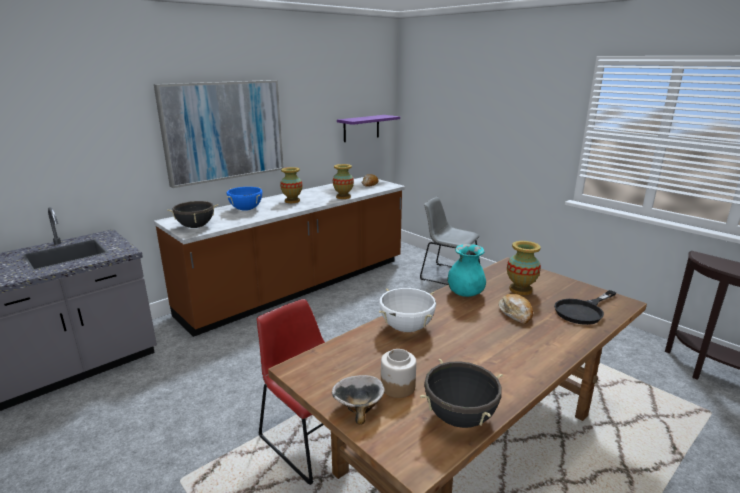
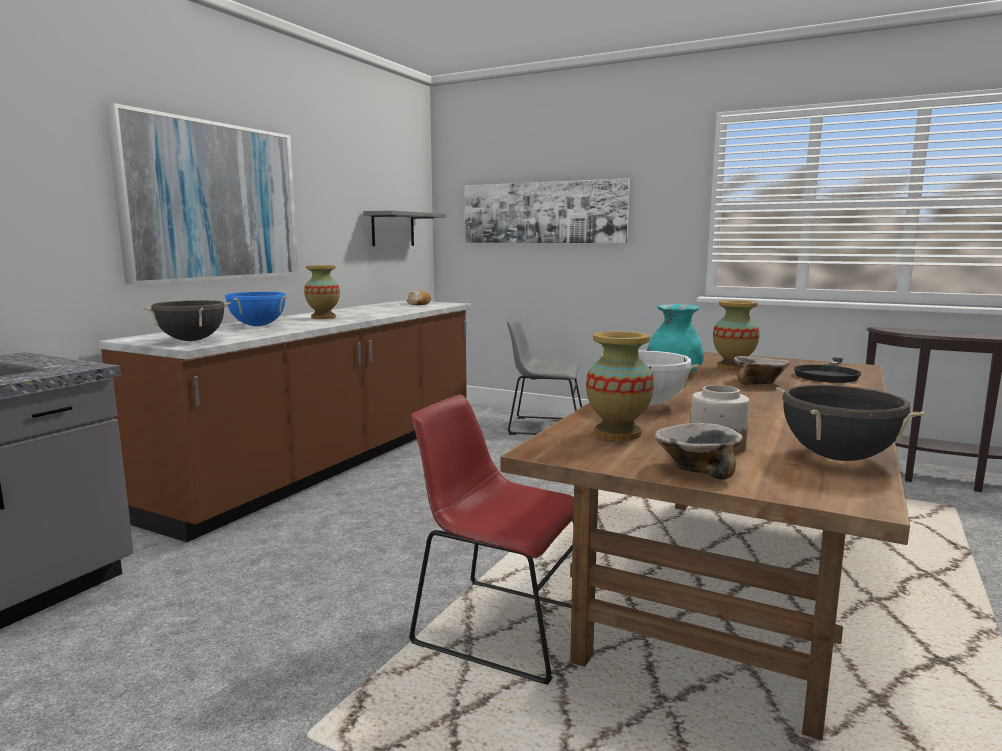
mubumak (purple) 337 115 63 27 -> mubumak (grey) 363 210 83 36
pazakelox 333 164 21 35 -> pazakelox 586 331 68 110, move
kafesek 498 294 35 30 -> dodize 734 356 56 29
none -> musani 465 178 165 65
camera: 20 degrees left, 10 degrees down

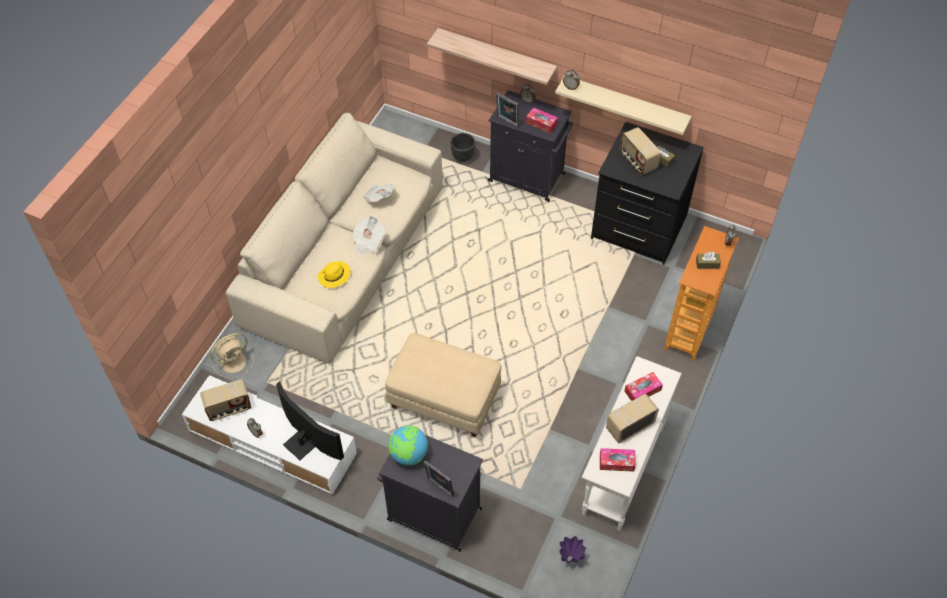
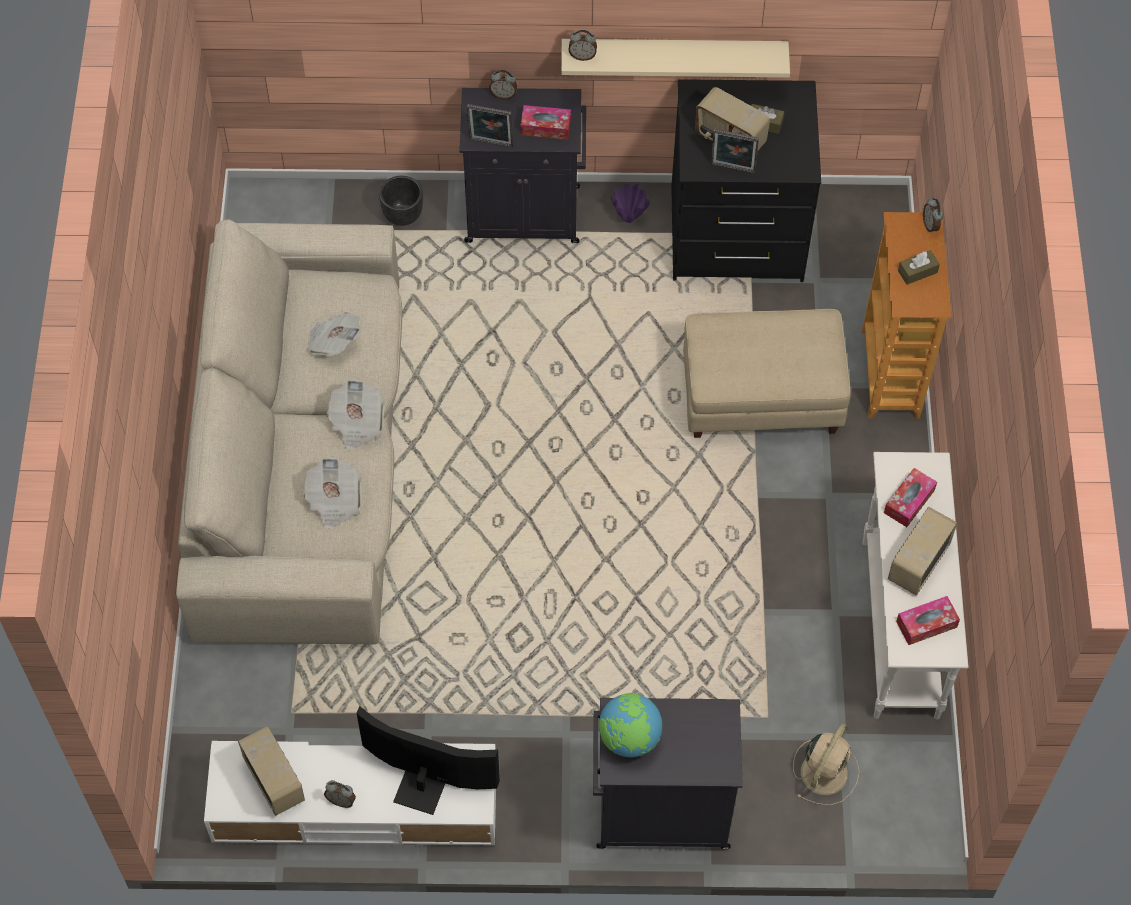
mubumak 427 28 130 57 -> none
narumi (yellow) 318 261 32 27 -> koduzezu 303 456 59 73
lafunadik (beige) 210 333 44 46 -> lafunadik (beige) 793 723 66 83, move
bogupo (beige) 385 333 117 104 -> bogupo (beige) 683 309 168 129, move
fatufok 200 379 51 42 -> fatufok 238 726 67 90, 75 degrees counterclockwise
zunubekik 423 460 31 37 -> zunubekik 711 129 48 44, move
pazakelox (purple) 560 536 26 27 -> pazakelox (purple) 611 183 39 40, move
camera: 25 degrees left, 5 degrees up

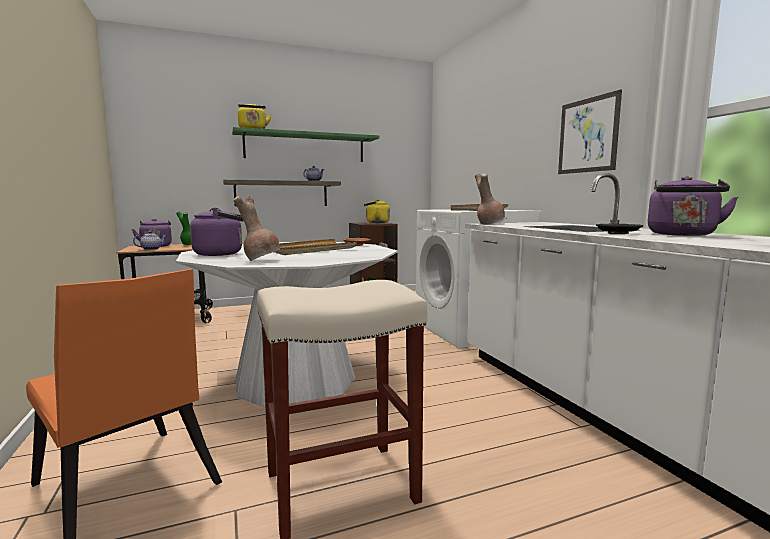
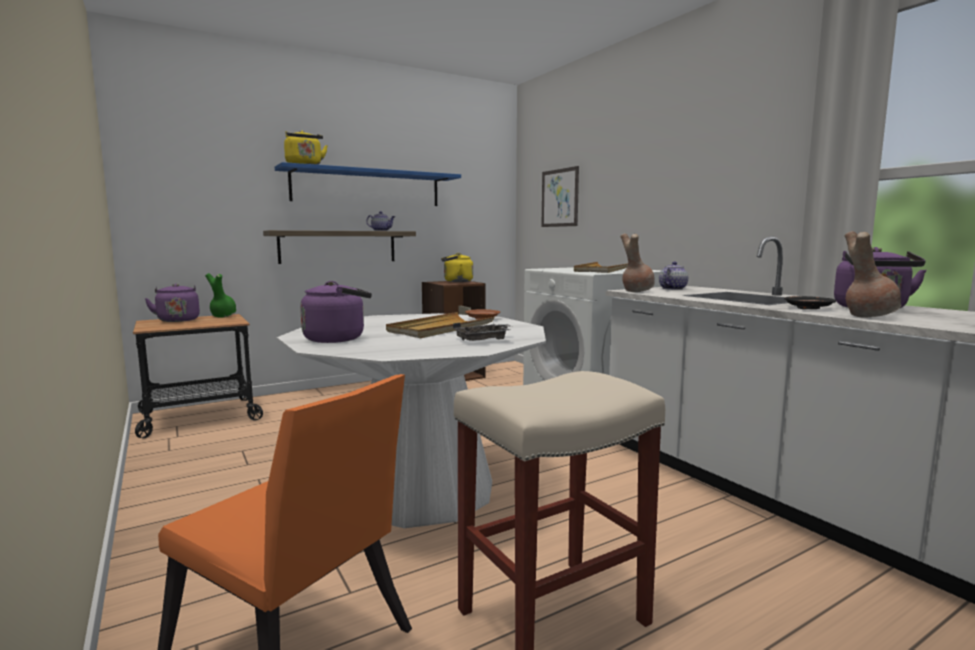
musani 558 89 64 85 -> musani 541 166 38 61, move
mubumak (green) 232 127 147 35 -> mubumak (blue) 275 162 186 44
pazakelox (brown) 233 195 48 66 -> pazakelox (brown) 844 231 58 86, move
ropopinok 133 231 34 19 -> ropopinok 659 262 29 28, move
none -> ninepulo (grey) 453 323 58 18
camera: 10 degrees left, 0 degrees up

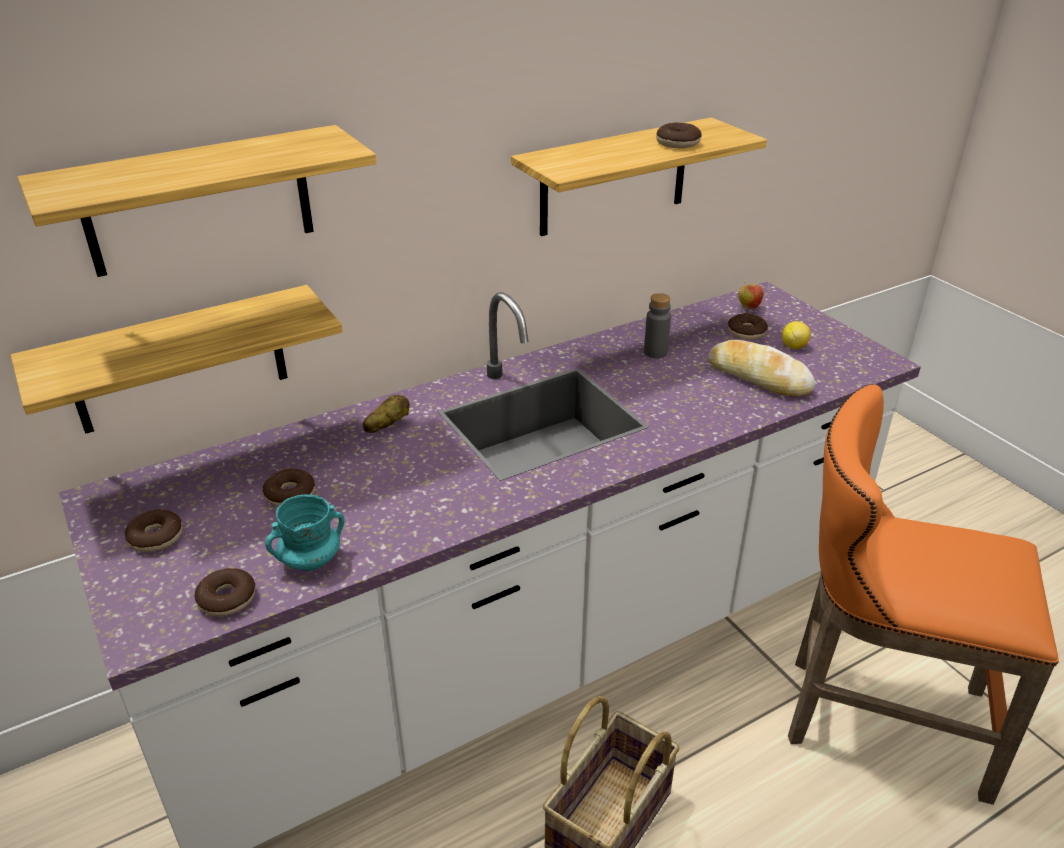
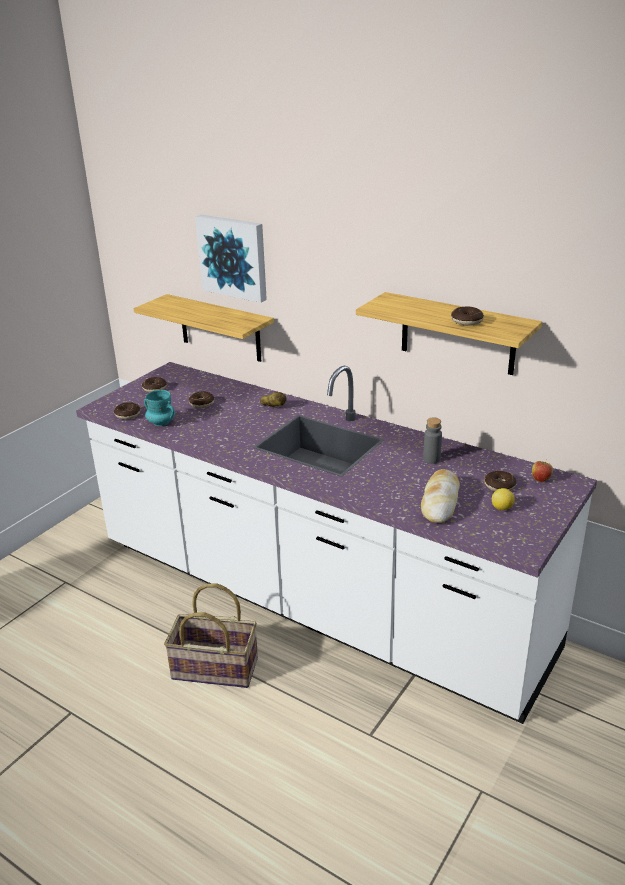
mubumak 18 125 358 152 -> musani 195 215 72 88
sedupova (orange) 788 384 271 421 -> none
camera: 65 degrees right, 5 degrees down

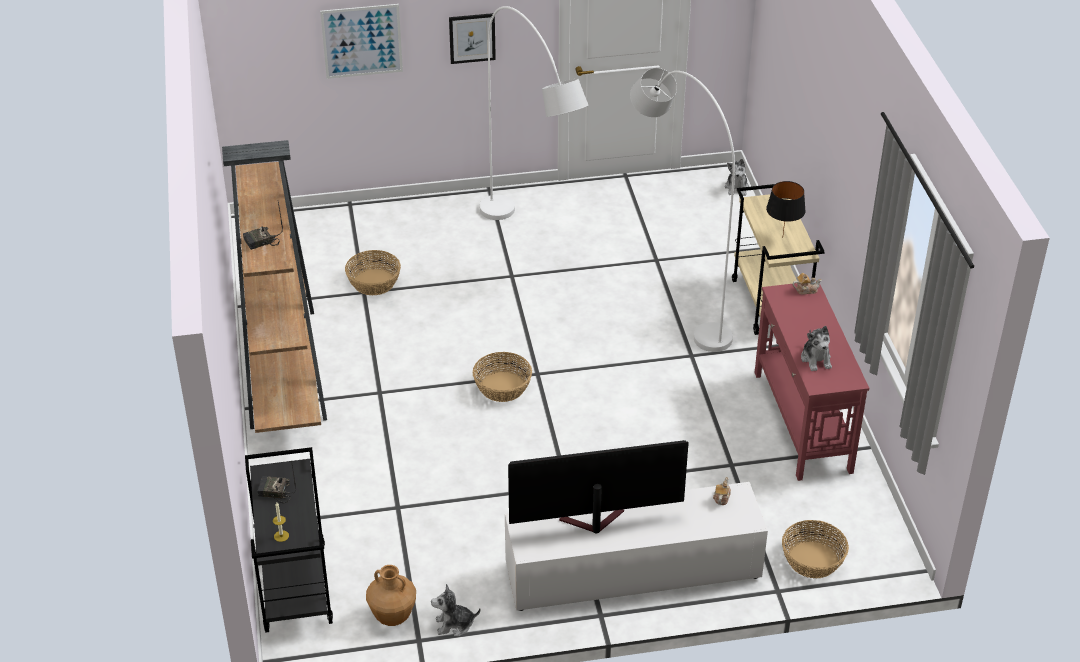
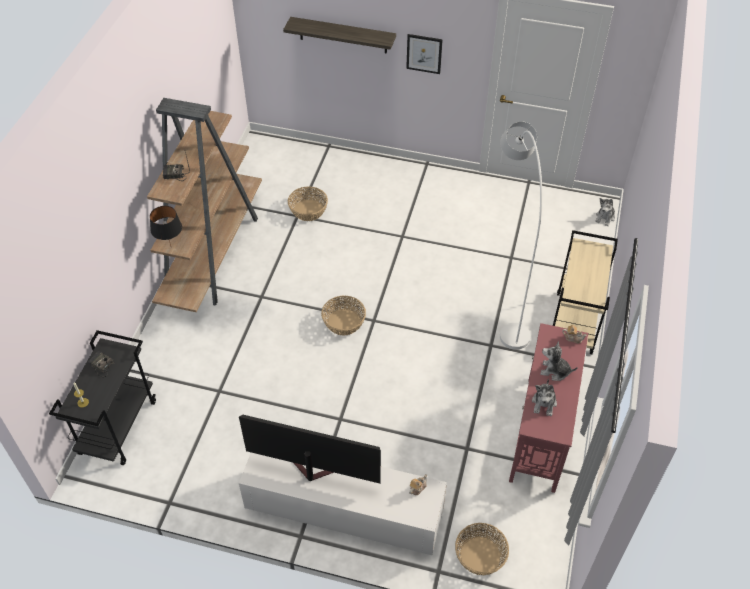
musani 320 4 83 75 -> mubumak 283 17 113 37
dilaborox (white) 480 6 108 214 -> none
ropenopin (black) 766 181 40 53 -> ropenopin (black) 150 206 32 40, move
pazakelox (brown) 366 565 50 61 -> none
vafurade 431 584 50 53 -> vafurade 540 341 38 40, move
camera: 25 degrees right, 10 degrees up

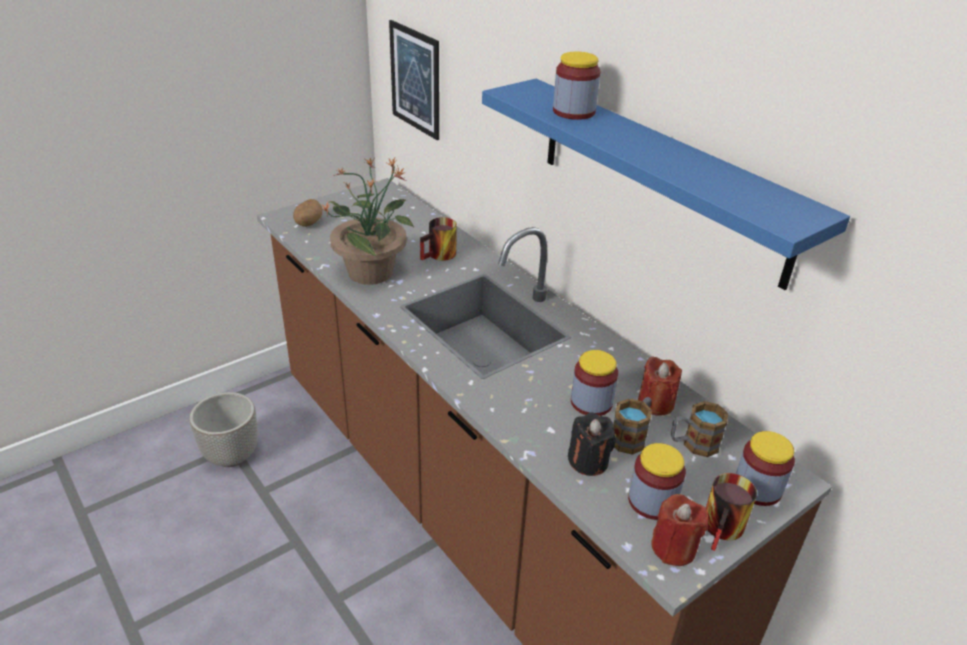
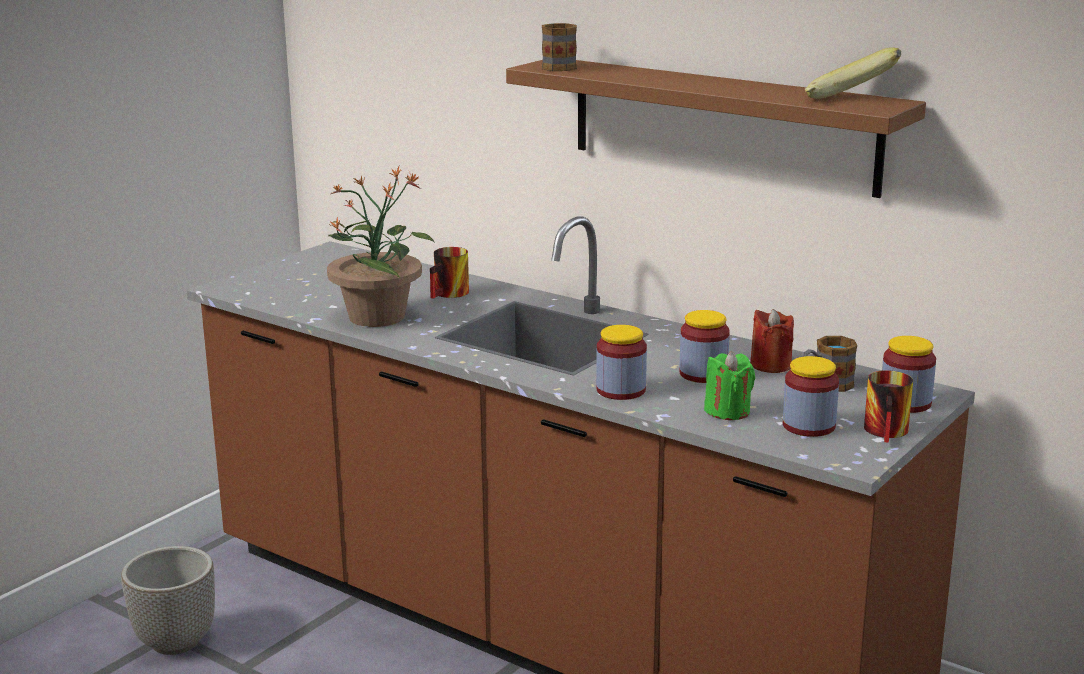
musani 389 20 50 120 -> none
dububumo 553 52 48 68 -> dububumo 596 325 51 75, move
mubumak (blue) 482 79 368 211 -> mubumak (brown) 506 60 420 138
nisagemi 293 199 29 28 -> none
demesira 613 397 39 58 -> demesira 542 23 35 48, move
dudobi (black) 568 412 48 64 -> dudobi (green) 704 352 51 68
dudobi (red) 651 494 57 72 -> none
none -> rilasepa 805 47 96 52
camera: 15 degrees left, 15 degrees down

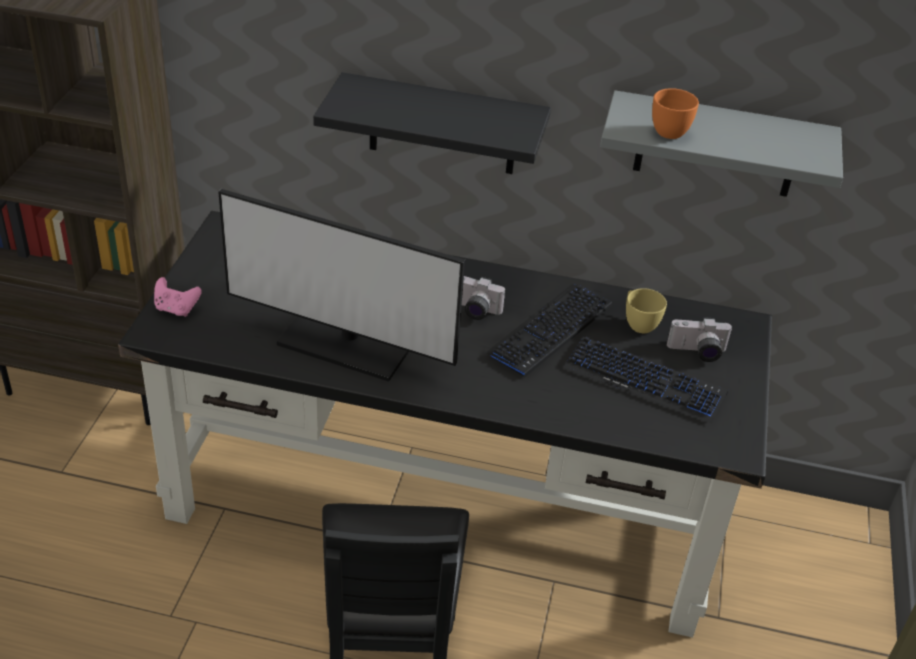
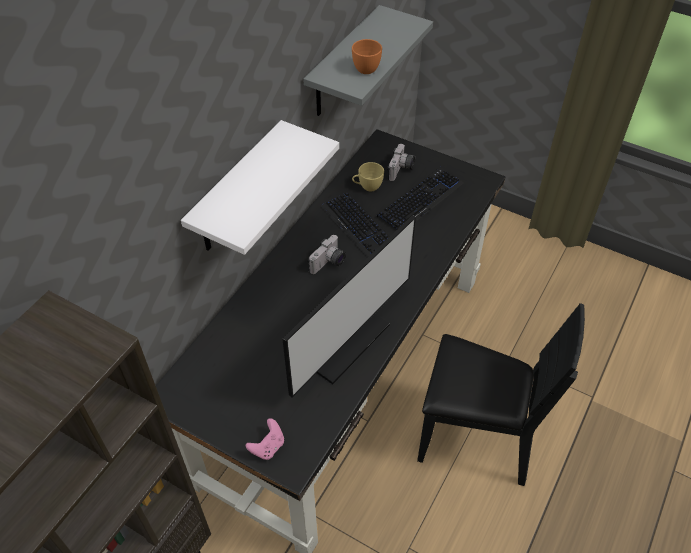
mubumak (black) 313 72 238 102 -> mubumak (white) 181 120 158 135
camera: 70 degrees left, 10 degrees up

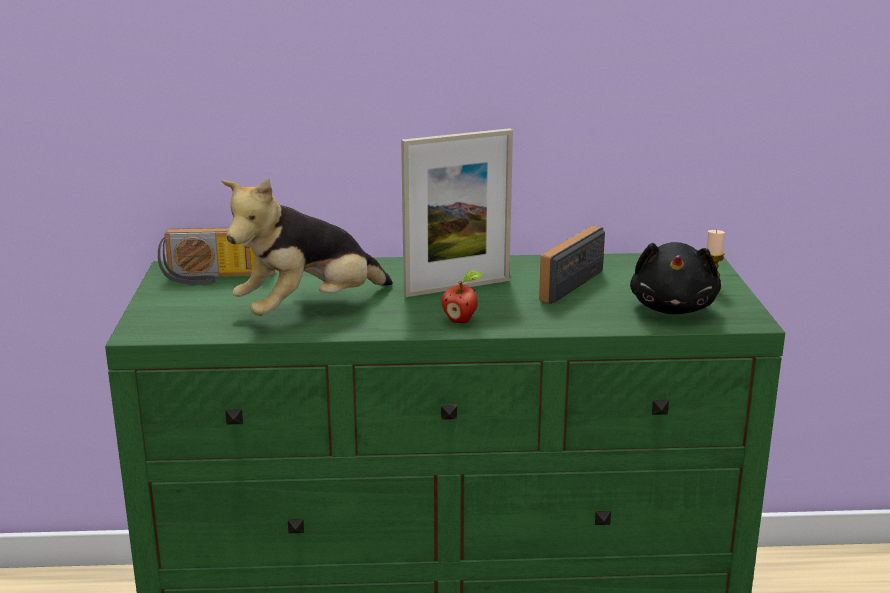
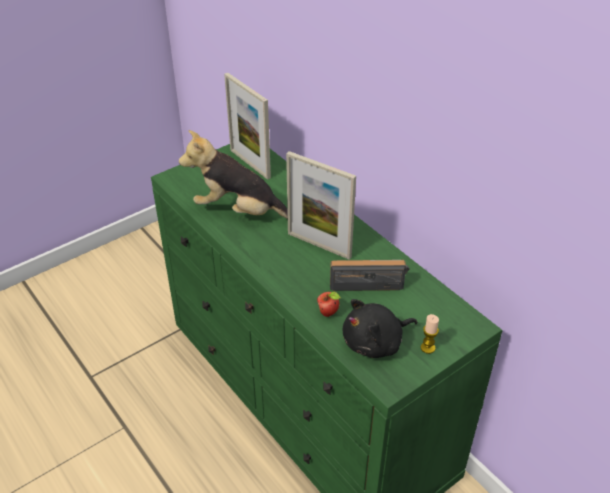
fatufok 158 228 117 57 -> zunubekik 224 73 47 107
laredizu 441 270 42 53 -> laredizu 317 292 24 25, move
camera: 55 degrees right, 20 degrees up

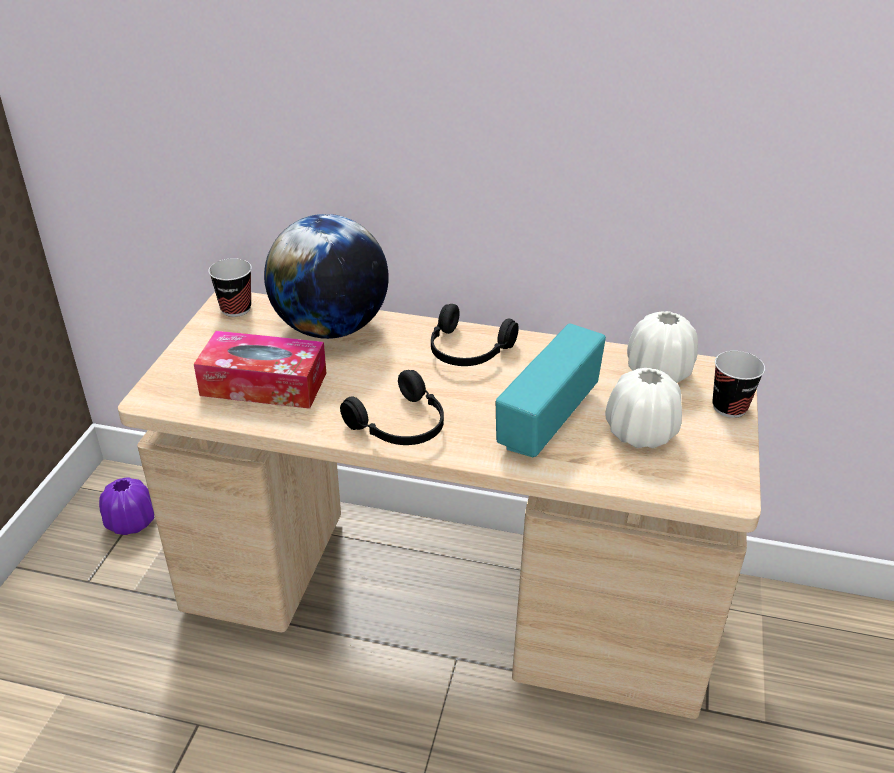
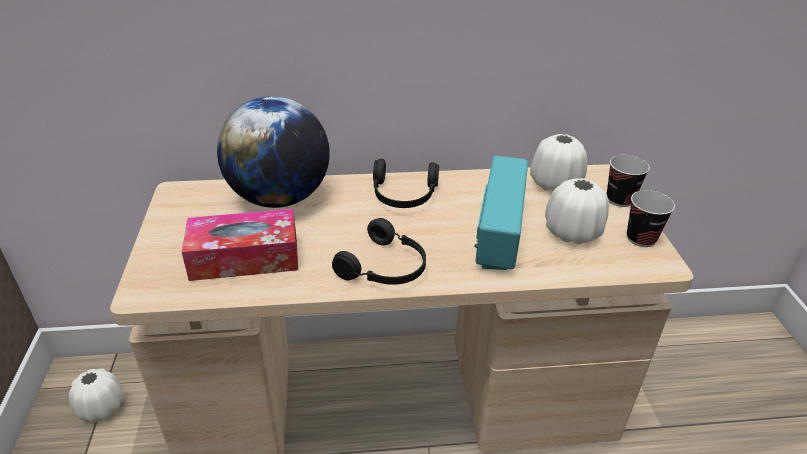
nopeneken 208 258 44 59 -> nopeneken 627 190 48 57, move
pazakelox (purple) 99 478 55 57 -> pazakelox (white) 69 369 55 53
camera: 20 degrees left, 0 degrees up

